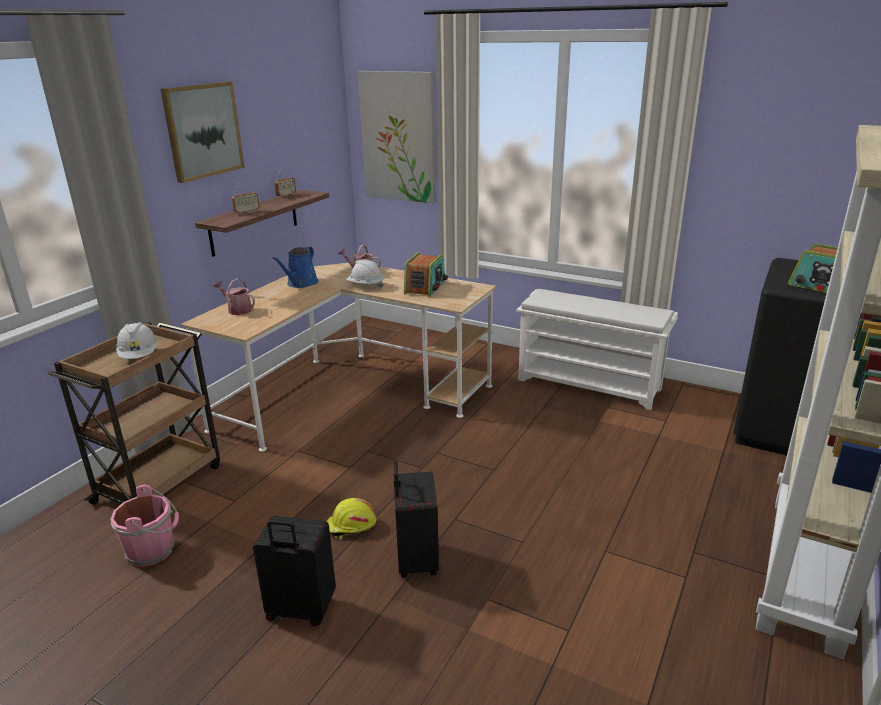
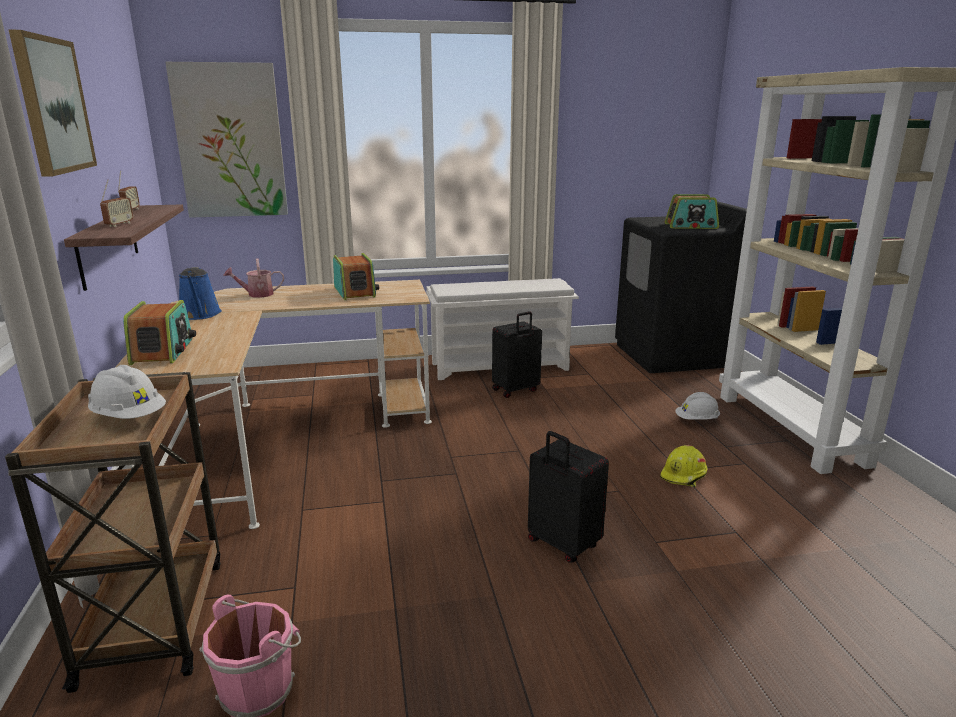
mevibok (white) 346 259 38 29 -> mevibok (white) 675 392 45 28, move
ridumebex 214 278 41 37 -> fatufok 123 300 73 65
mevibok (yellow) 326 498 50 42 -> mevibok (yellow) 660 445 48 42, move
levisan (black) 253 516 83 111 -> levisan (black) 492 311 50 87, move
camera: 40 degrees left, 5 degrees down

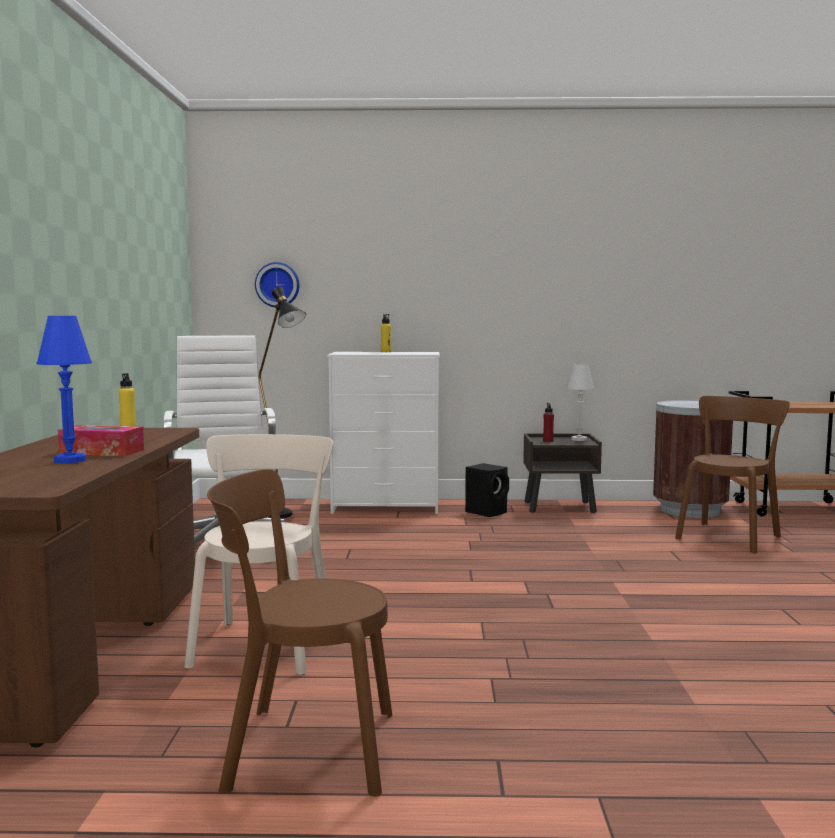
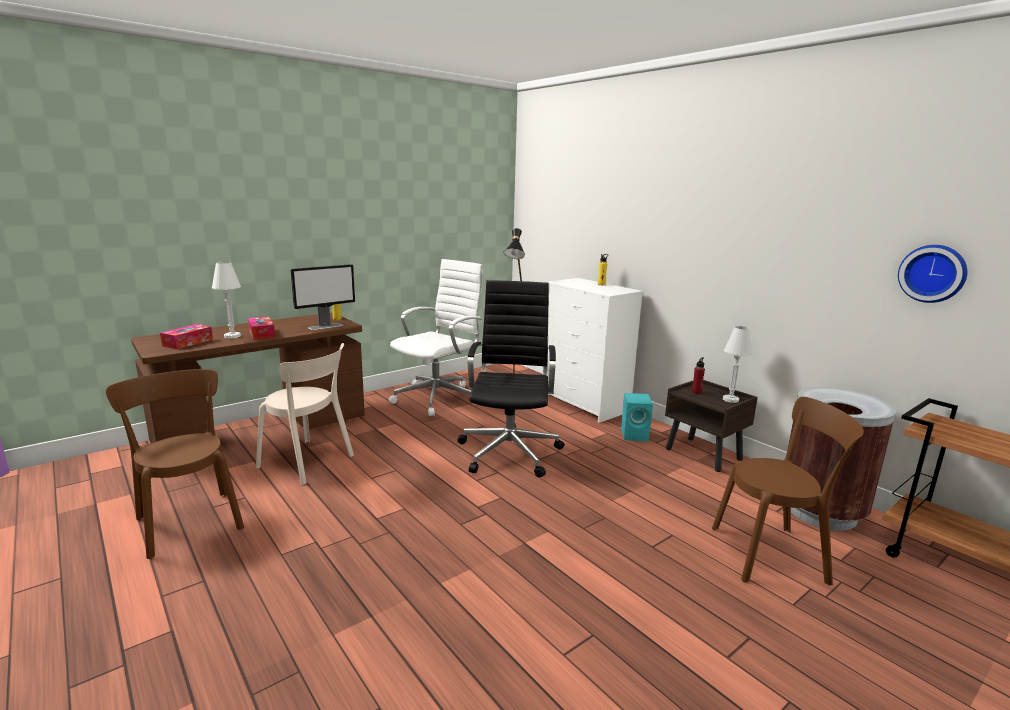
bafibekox 255 262 45 45 -> bafibekox 898 245 69 58, move
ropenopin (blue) 37 316 55 147 -> ropenopin (white) 212 262 29 77
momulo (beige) 185 434 148 241 -> momulo (beige) 256 343 98 142, 60 degrees clockwise
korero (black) 465 463 44 54 -> korero (turquoise) 621 393 32 48
none -> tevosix 291 264 64 66
none -> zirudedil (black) 457 280 107 197
none -> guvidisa 160 324 53 25
camera: 50 degrees right, 10 degrees up

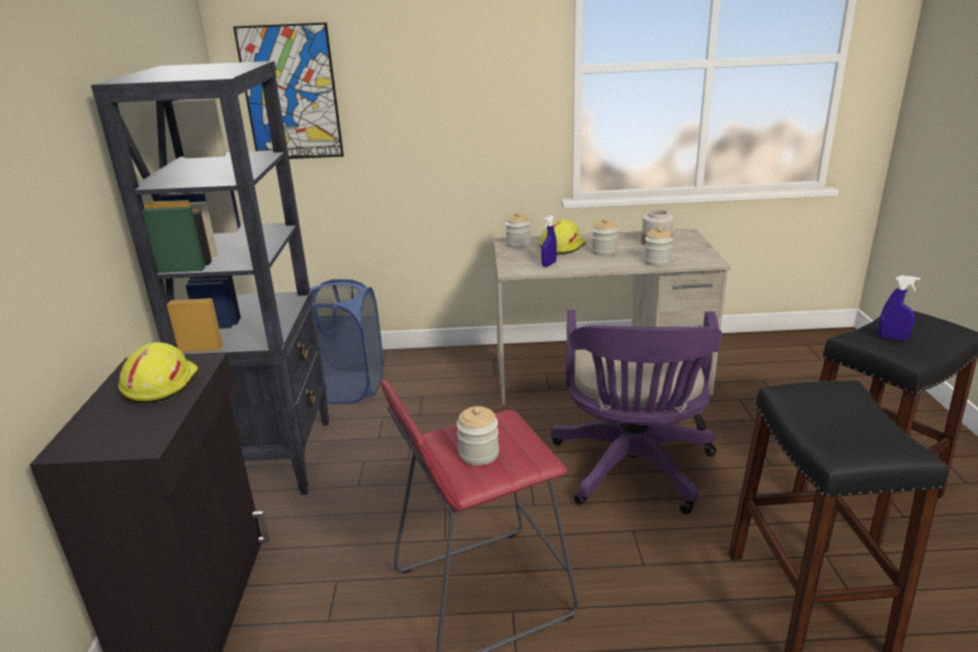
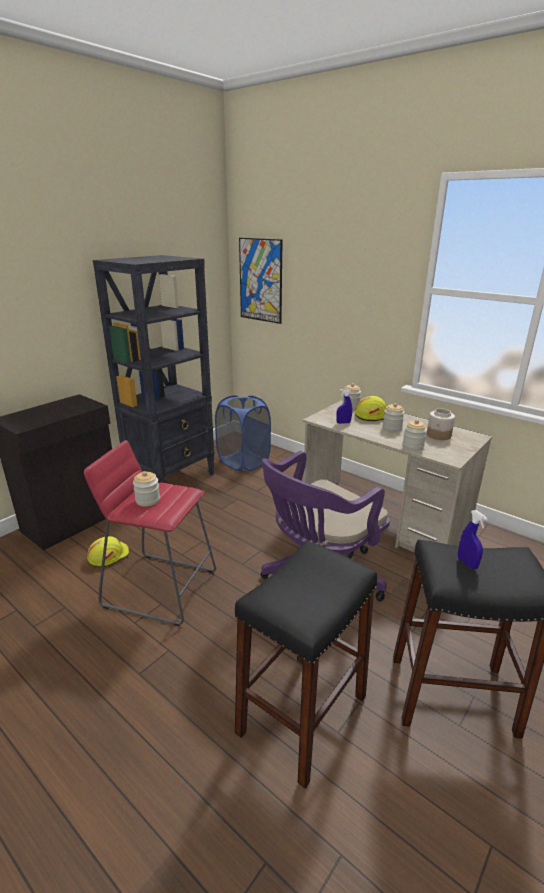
mevibok (yellow) 118 342 81 62 -> mevibok (yellow) 87 536 42 32, move
camera: 40 degrees right, 0 degrees up

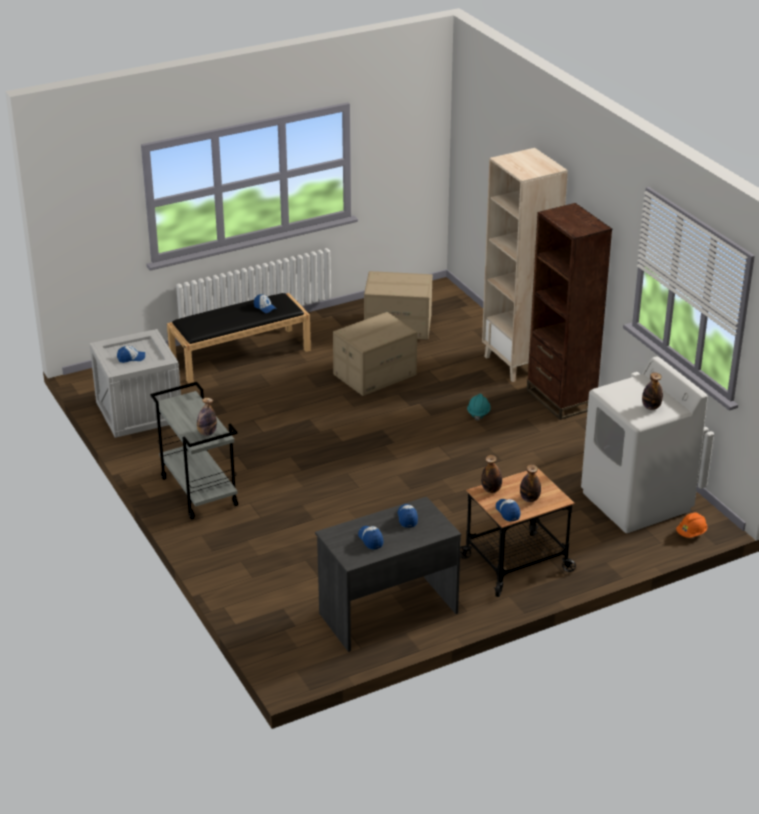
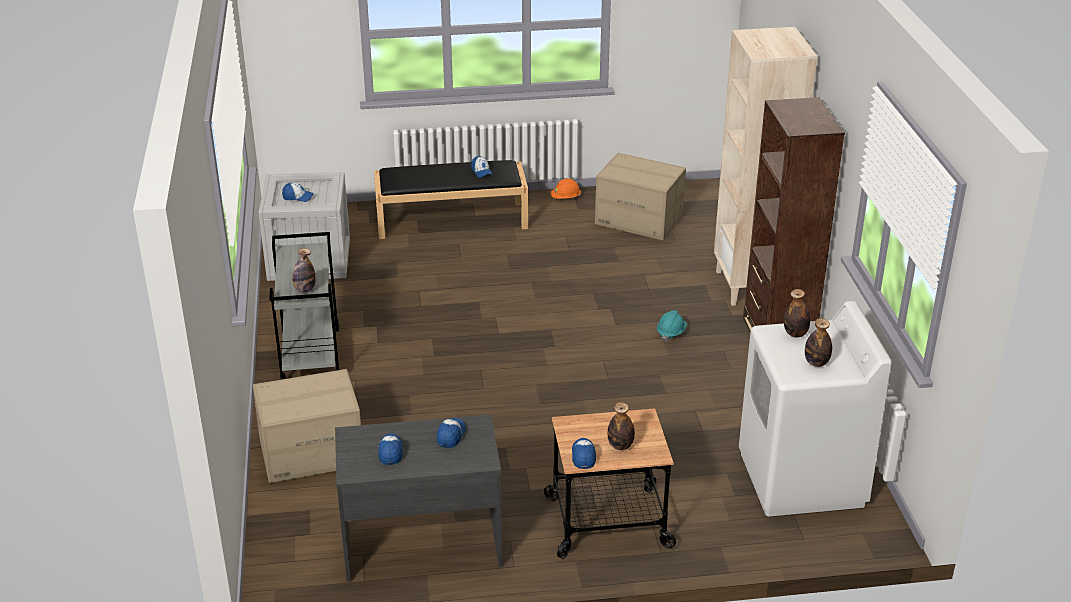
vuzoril 333 312 84 84 -> vuzoril 253 369 108 114, move
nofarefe 481 455 21 38 -> nofarefe 784 289 26 48, move
mevibok (orange) 676 512 31 26 -> mevibok (orange) 551 178 30 21, move
camera: 20 degrees right, 0 degrees up

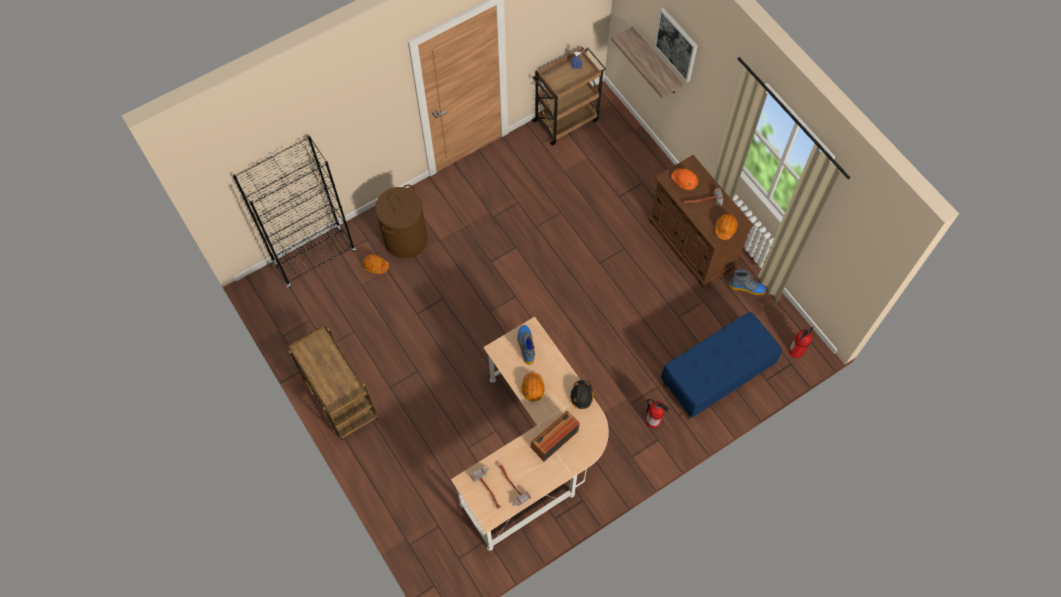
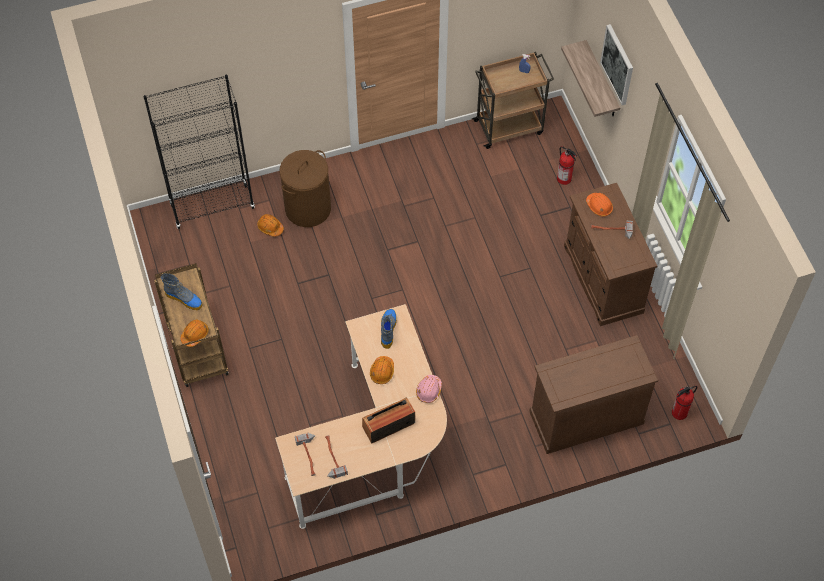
mevibok (orange) 715 214 23 26 -> mevibok (orange) 180 320 29 27, move
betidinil 728 270 38 25 -> betidinil 161 273 41 37, move
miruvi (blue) 661 312 121 107 -> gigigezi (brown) 529 335 129 119
mevibok (black) 570 380 24 29 -> mevibok (pink) 416 375 26 28
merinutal 645 399 25 29 -> merinutal 557 146 20 39, move
camera: 15 degrees right, 5 degrees down

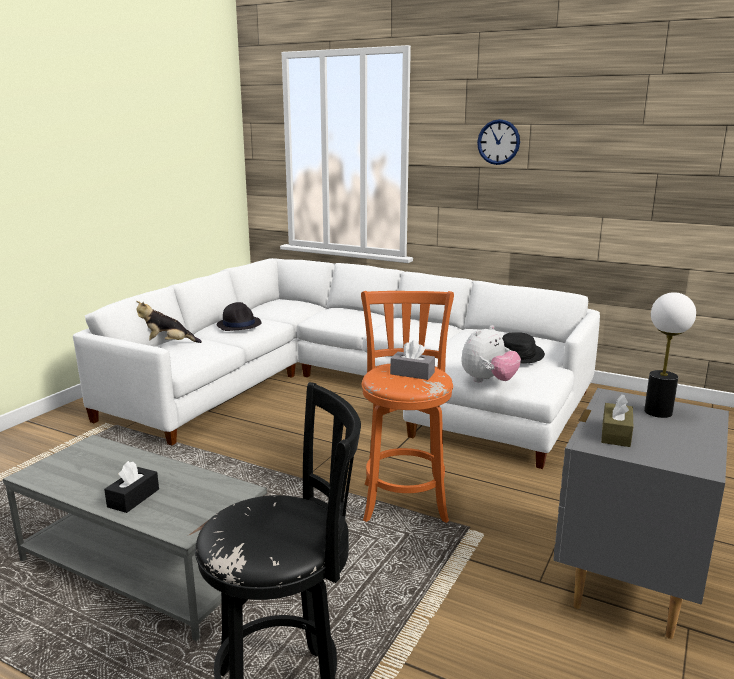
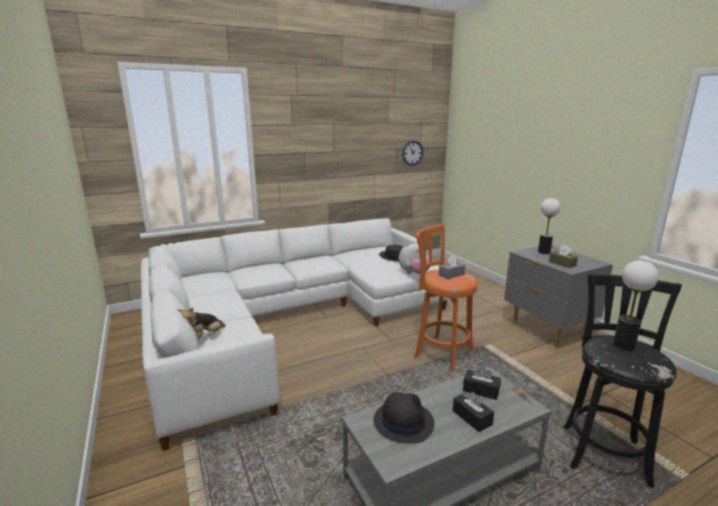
bafibekox 477 119 43 46 -> bafibekox 402 141 21 25, move
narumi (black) 217 302 45 29 -> narumi (black) 374 392 61 51, move
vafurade 461 325 60 57 -> vafurade 399 243 31 31, 75 degrees clockwise
none -> ropenopin 613 260 46 91
none -> guvidisa (black) 463 367 38 33
camera: 55 degrees left, 0 degrees up

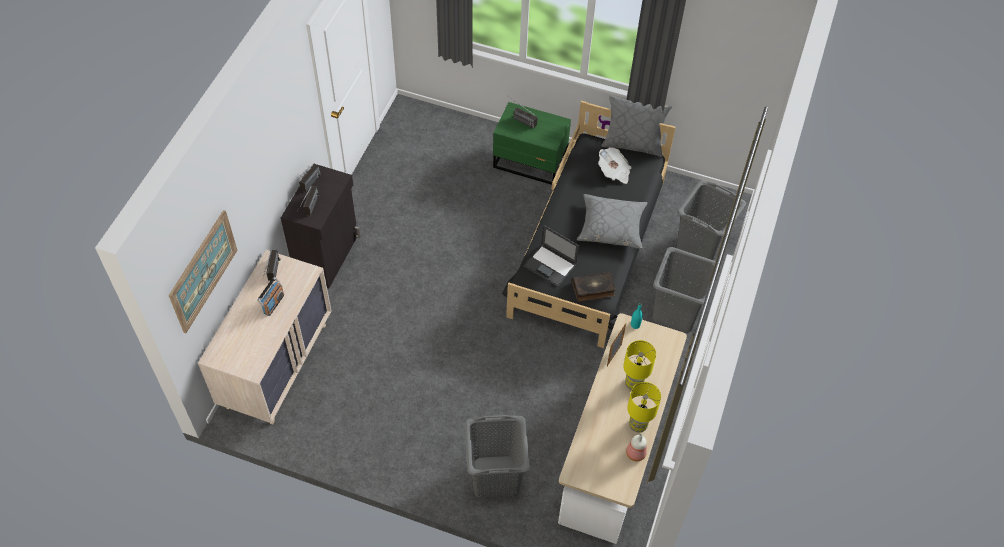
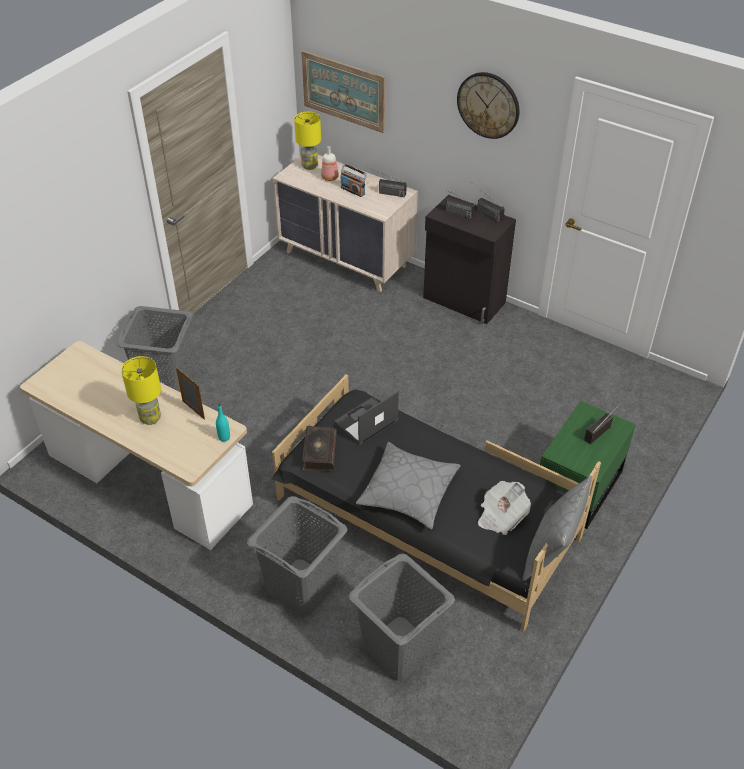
ropenopin (yellow) 627 382 34 51 -> ropenopin (yellow) 294 112 27 58, move
nofarefe 626 434 21 28 -> nofarefe 321 146 18 35, move
none -> bafibekox 457 72 63 67
camera: 105 degrees right, 10 degrees down

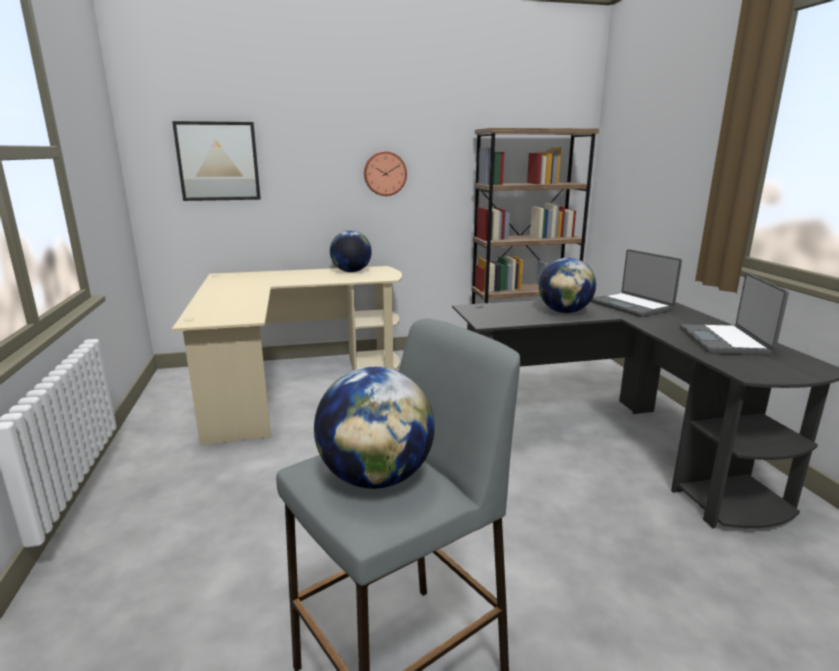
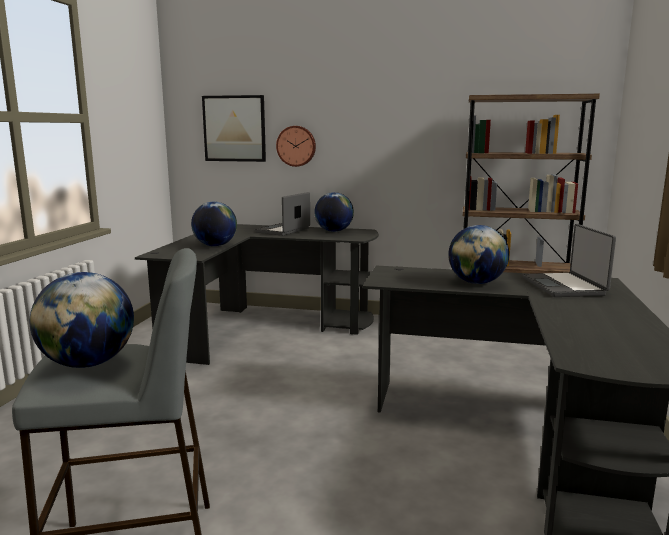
bafibekox 364 151 43 45 -> bafibekox 276 126 40 41, move
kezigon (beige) 172 266 230 179 -> kezigon (black) 135 224 243 141
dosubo 680 273 109 82 -> dosubo 255 192 55 44, move
none -> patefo 191 202 46 44
camera: 25 degrees right, 5 degrees down

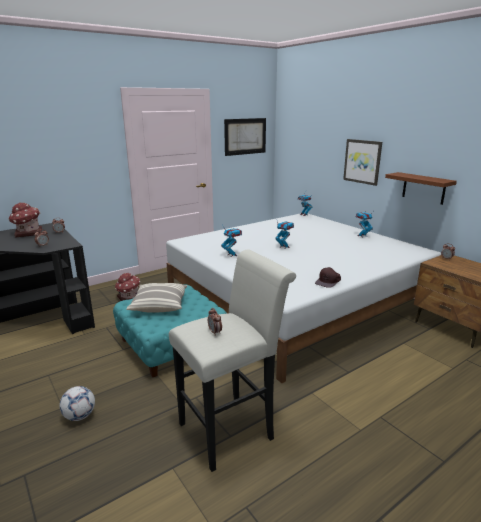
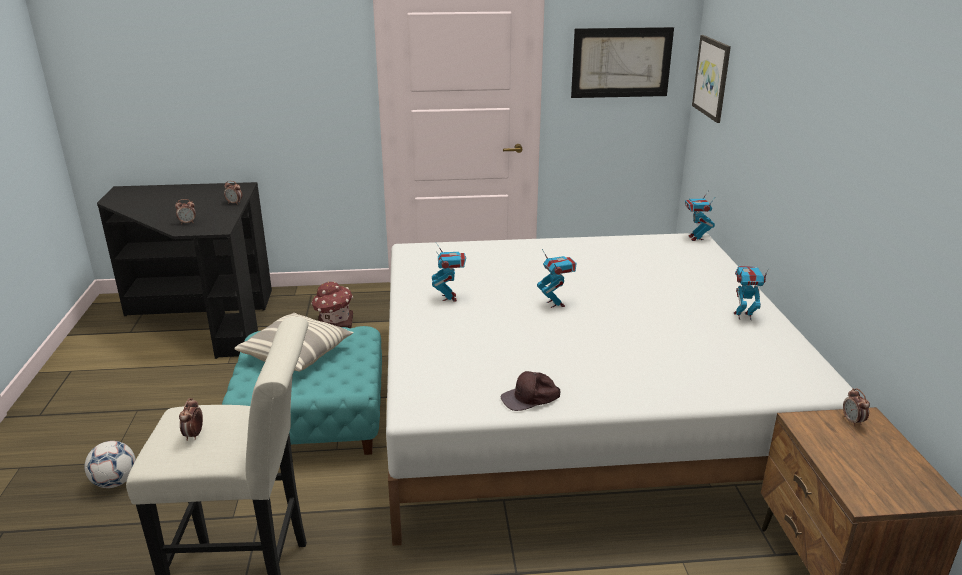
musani 343 139 39 47 -> musani 692 35 39 88, move
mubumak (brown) 385 172 72 33 -> none
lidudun 8 202 34 35 -> none
camera: 30 degrees right, 5 degrees up

